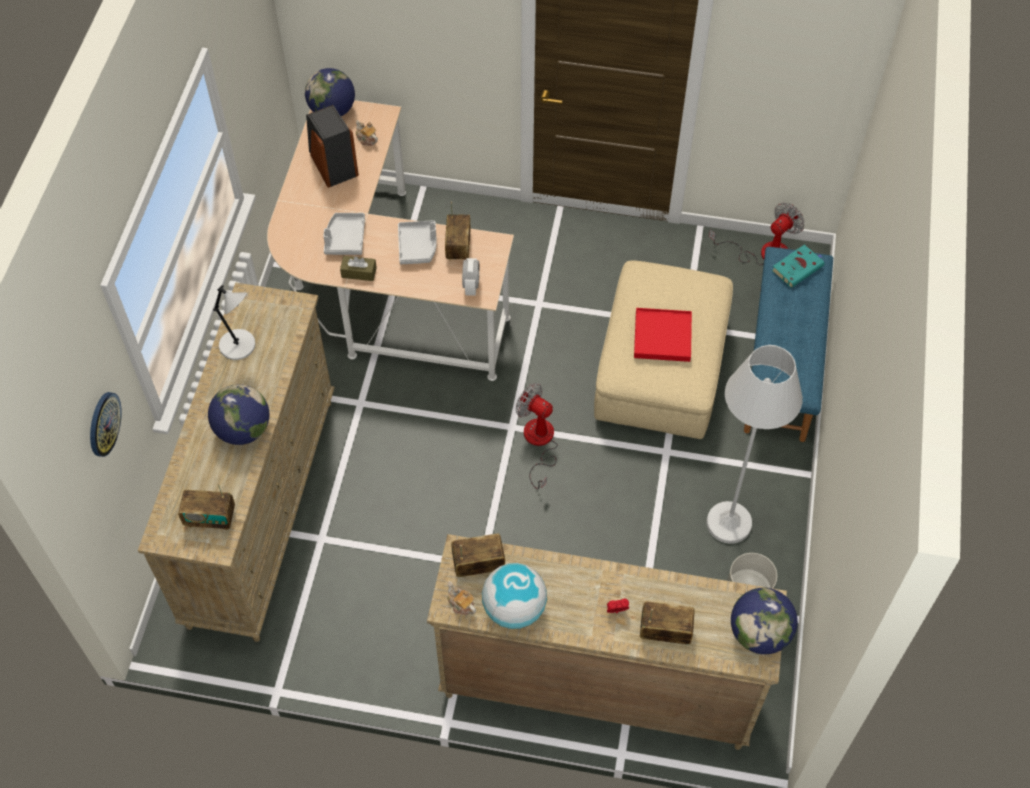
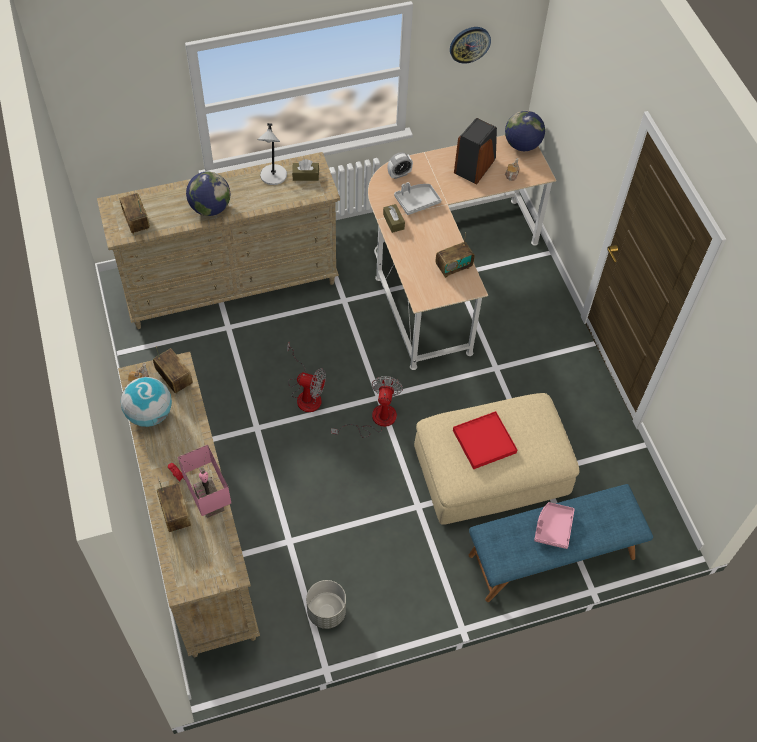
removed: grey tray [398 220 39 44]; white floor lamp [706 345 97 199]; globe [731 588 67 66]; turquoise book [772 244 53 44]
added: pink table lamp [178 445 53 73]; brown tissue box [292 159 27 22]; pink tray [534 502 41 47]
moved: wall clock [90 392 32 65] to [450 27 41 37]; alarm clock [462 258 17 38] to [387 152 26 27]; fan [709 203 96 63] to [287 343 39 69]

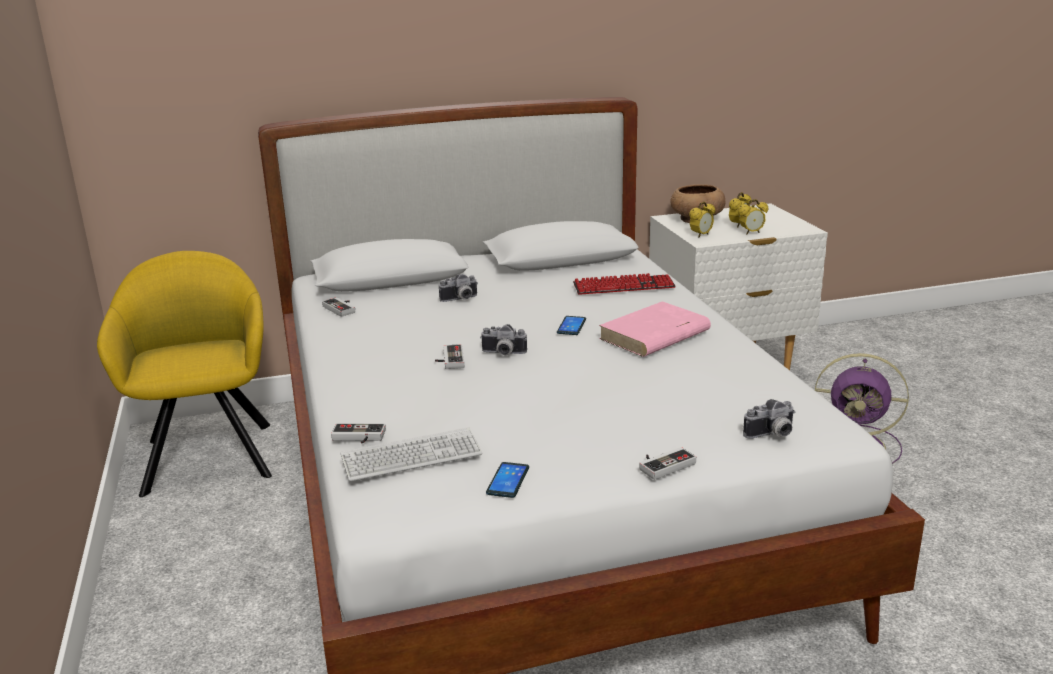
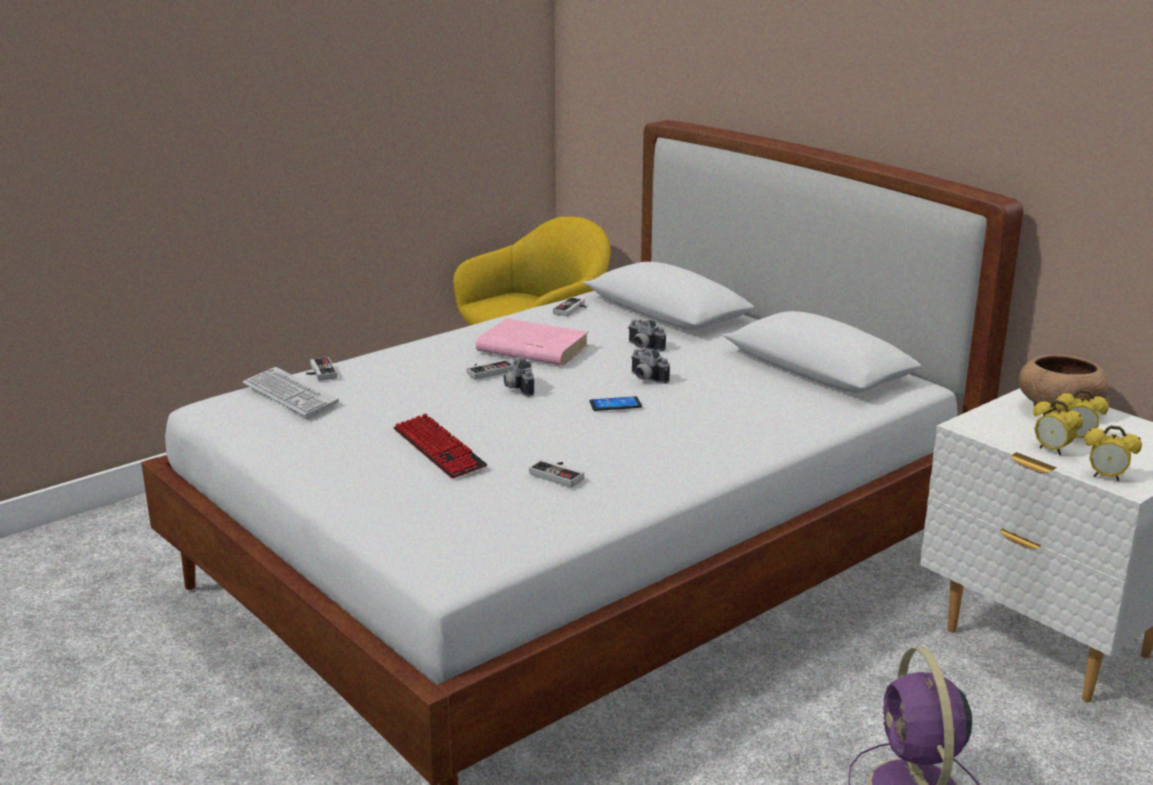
removed: phone [486 462 43 36]
moved: keyboard [573 273 103 22] to [393 413 94 65]; pink book [599 301 112 56] to [476 318 113 48]; game controller [639 447 57 33] to [529 459 55 29]; alarm clock [689 201 26 37] to [1085 425 57 56]; photo camera [743 399 52 40] to [631 349 39 35]

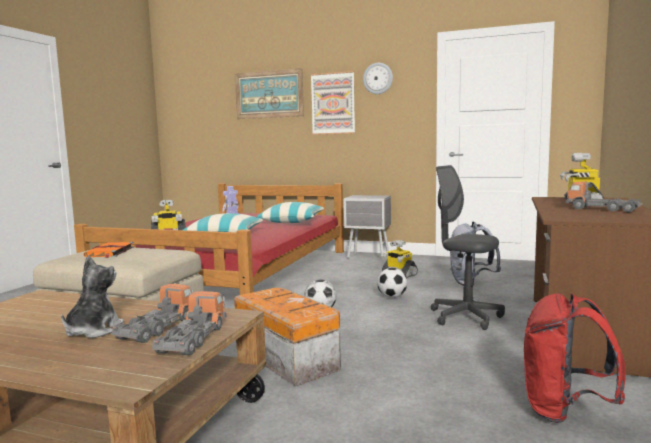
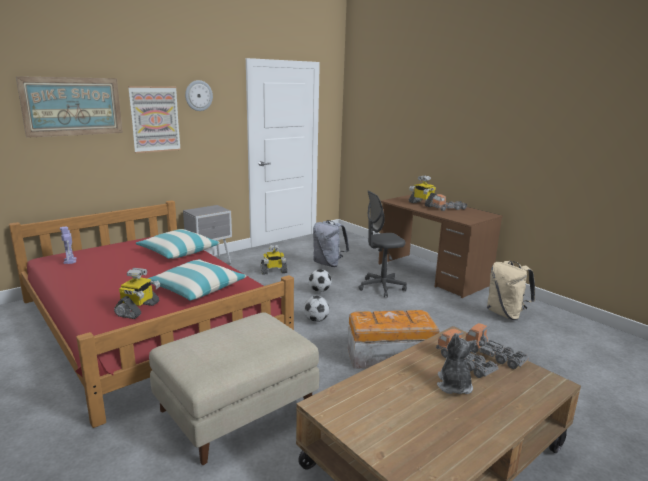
removed: orange book [83 242 51 16]
recoloured: red backpack [524 294 102 129] to beige backpack [487 261 48 59]
turned: plush toy [61 256 63 82] = [437 333 40 61] 45 degrees clockwise

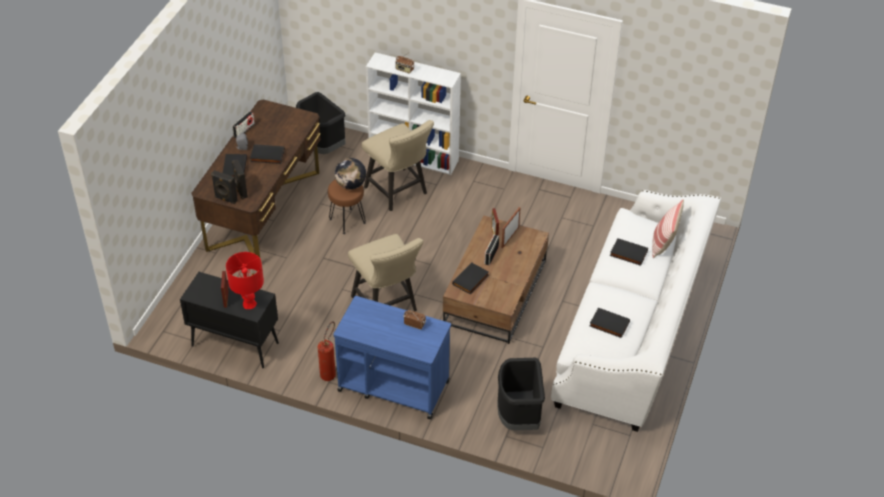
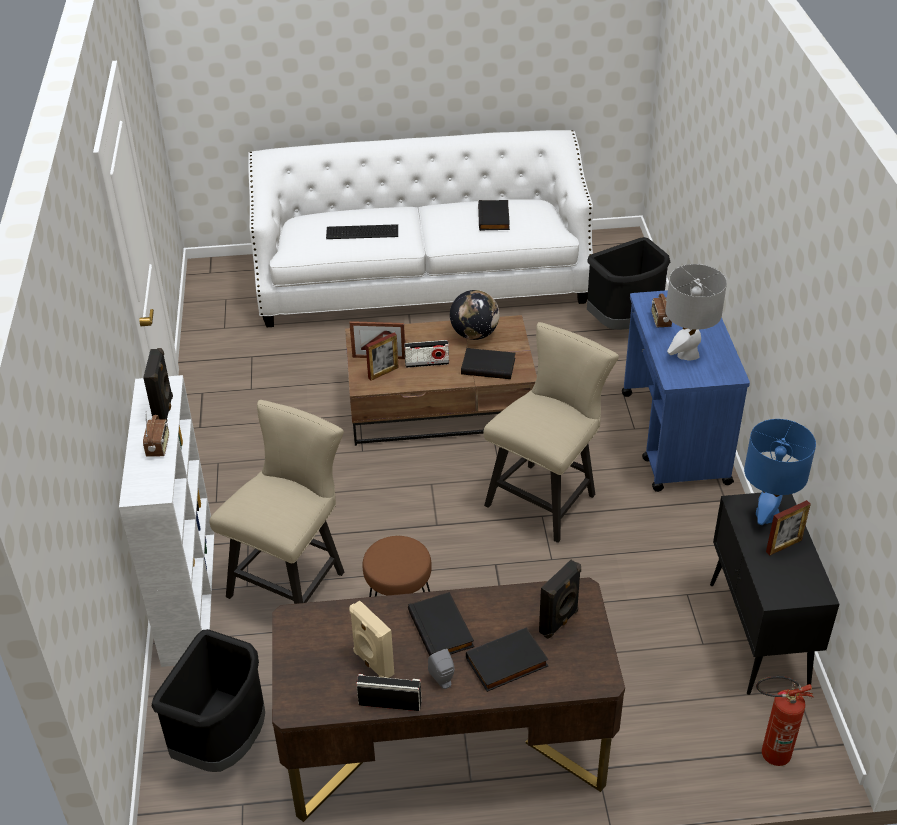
removed: pillow [652 199 32 59]
added: beige speaker [349 600 45 78]; grey table lamp [665 264 62 97]
moved: black speaker [211 170 27 34] to [143 348 30 73]; fire extinguisher [318 321 18 60] to [756 676 57 90]; globe [335 158 31 32] to [450 290 49 50]
replaced: black book [610 238 38 28] to keyboard [326 224 72 15]
recoloured: red table lamp [226 252 38 57] to blue table lamp [744 419 72 106]

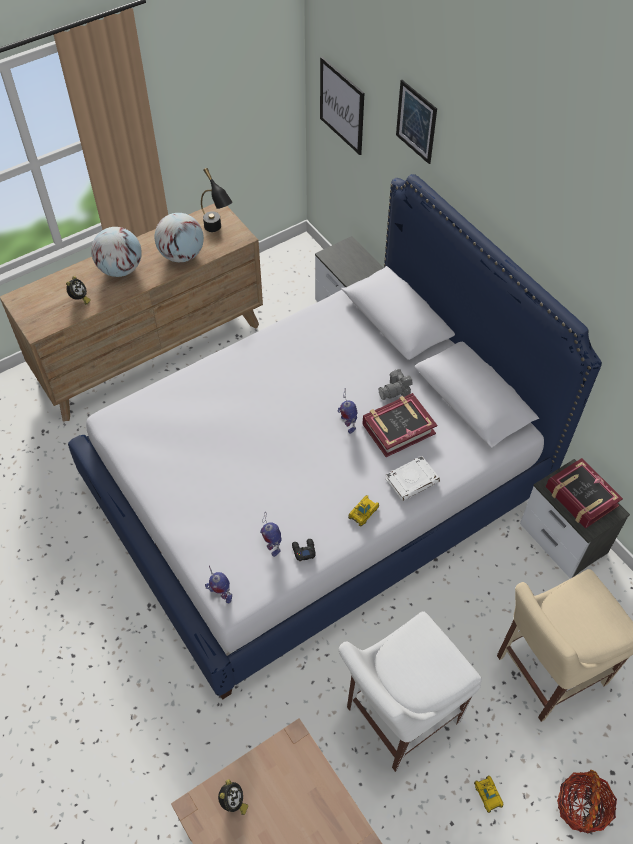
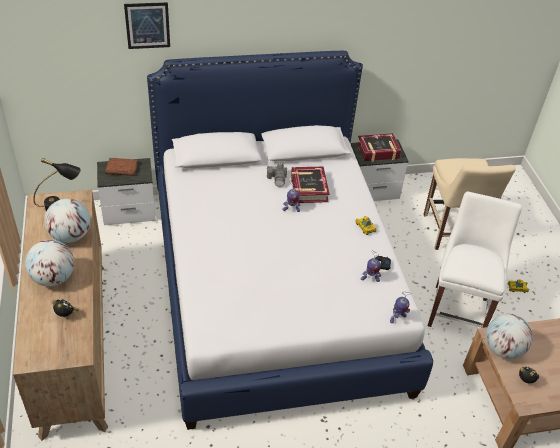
removed: picture [320 57 44 98]; white book [385 456 55 45]; basket [557 770 60 63]
added: brown book [105 158 33 18]; globe [486 314 47 45]
turned: white chair [339 611 143 161] = [428 191 94 137] 150 degrees counterclockwise

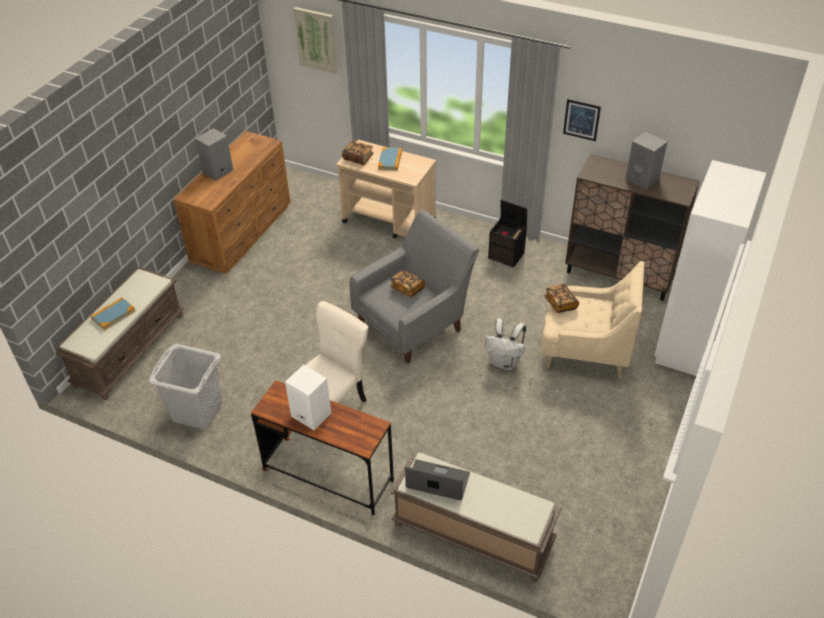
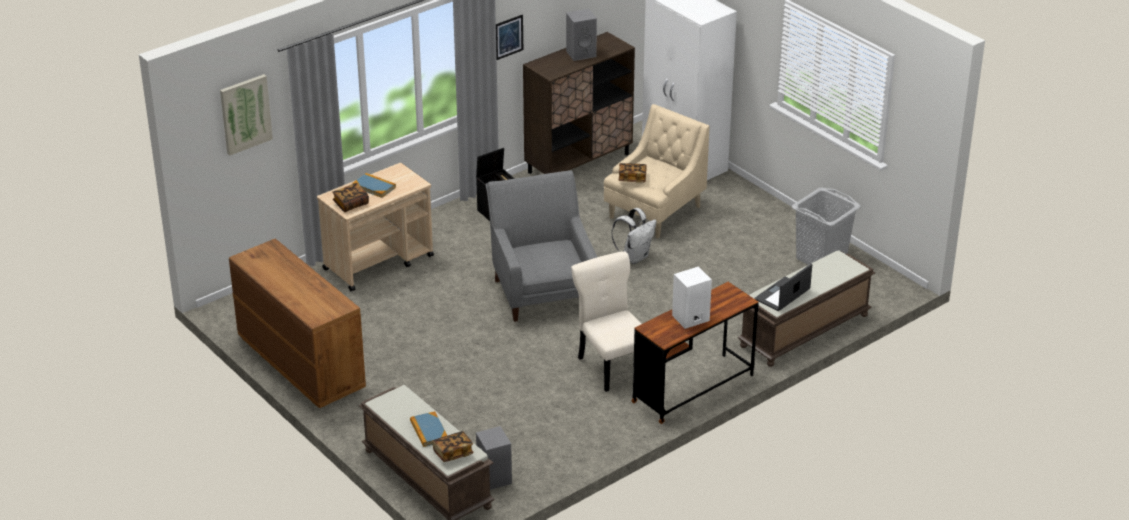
moved: grey laundry basket [149 344 73 85] to [792 188 69 77]; grey speaker [195 128 38 53] to [476 426 36 64]; book [390 270 35 28] to [432 431 42 31]

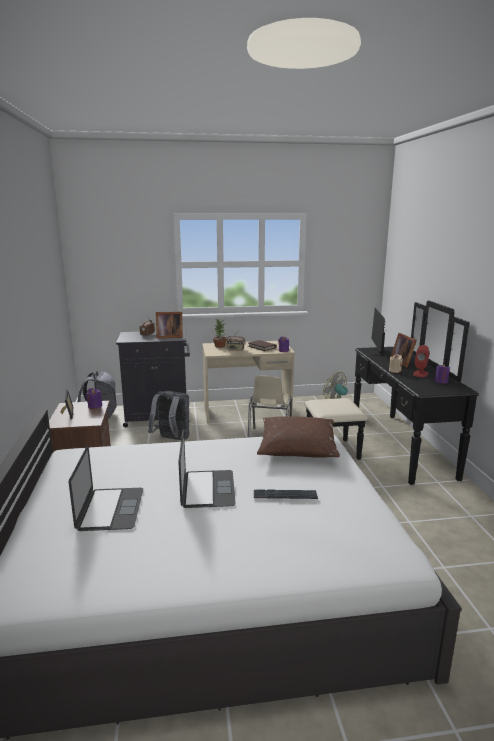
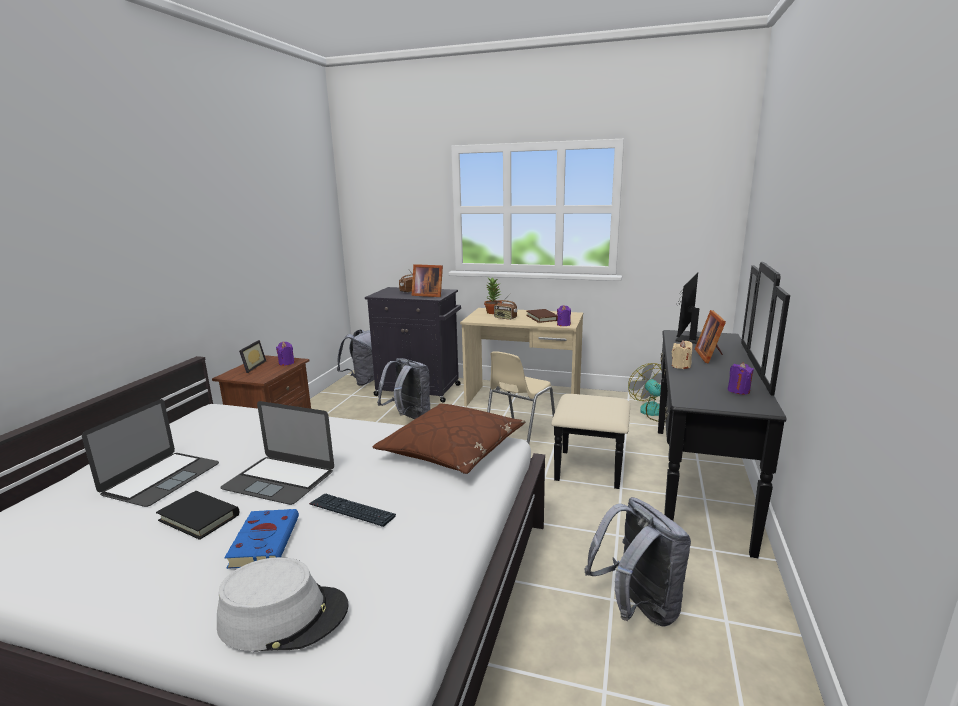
removed: red speaker [413 345 16 32]
added: black book [156 491 83 49]; grey hat [217 557 132 94]; blue book [224 509 75 60]; grey backpack [585 497 106 130]
turned: laptop [178 430 58 78] = [221 401 113 104] 90 degrees clockwise

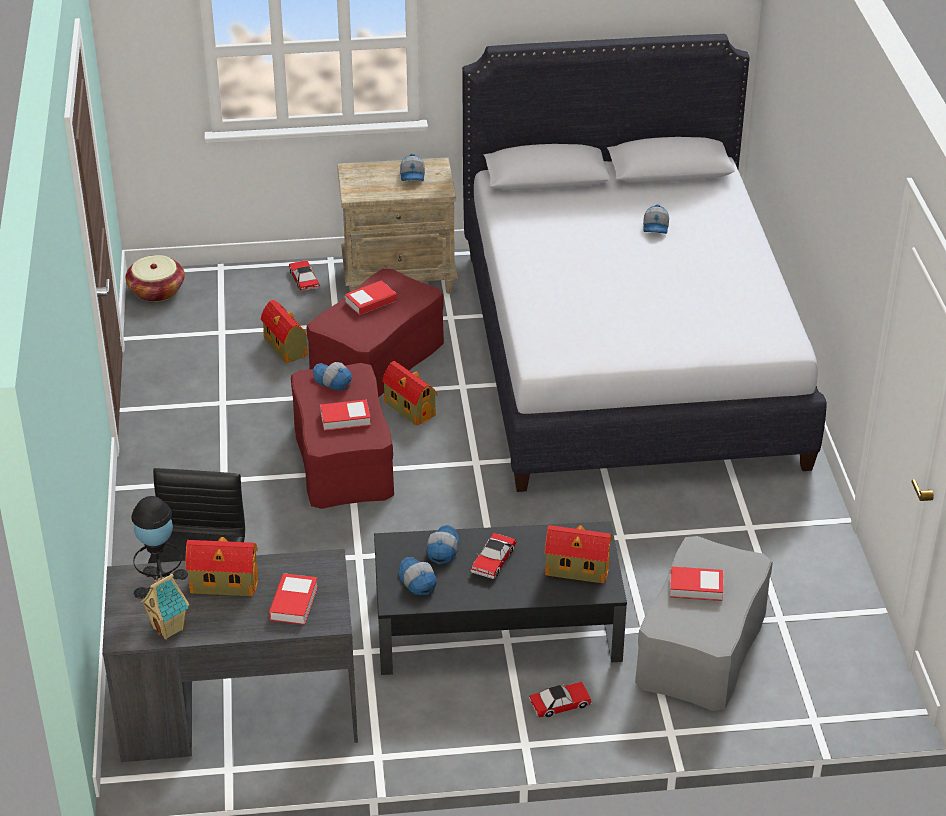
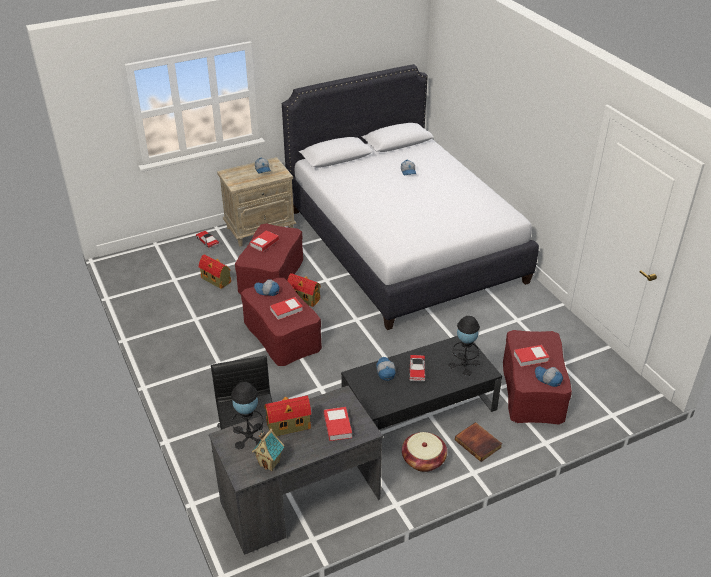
moved: basket [125 255 60 47] to [402 432 45 40]; cap [398 557 39 38] to [535 366 28 21]
replaced: toy car [529 682 64 35] to book [455 422 47 40]; toy house [545 525 67 59] to black table lamp [448 316 32 60]
recoloured: grey ottoman [635 536 137 175] to red ottoman [503 330 69 95]

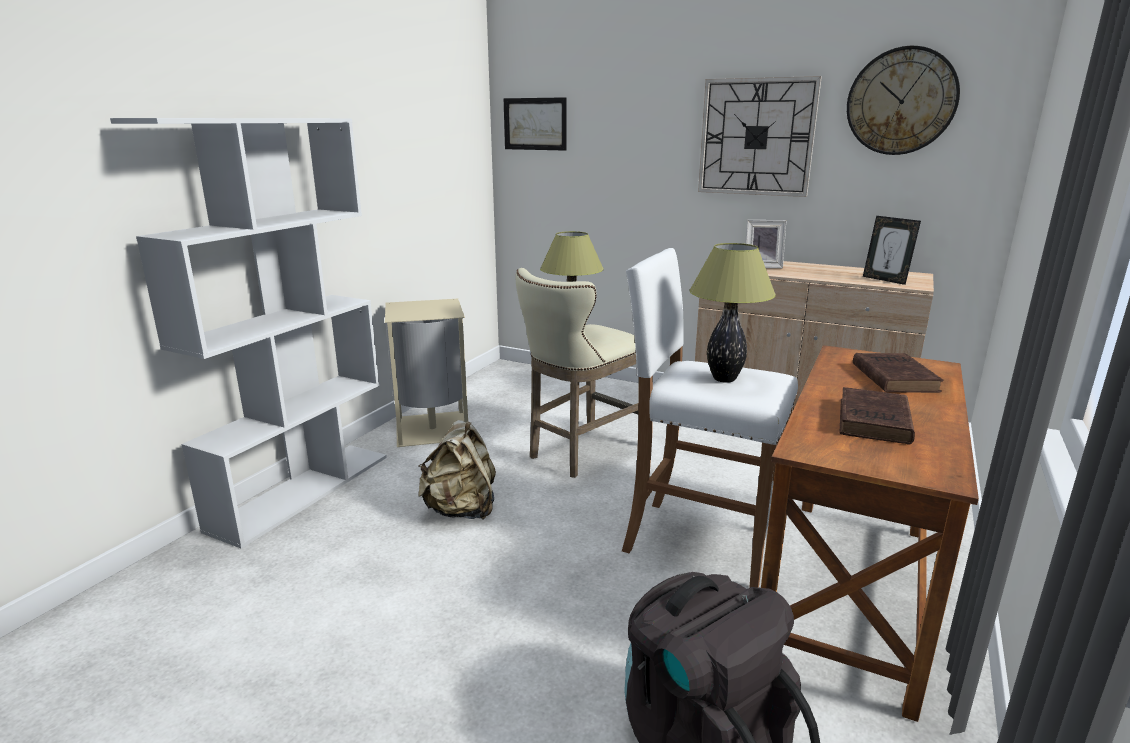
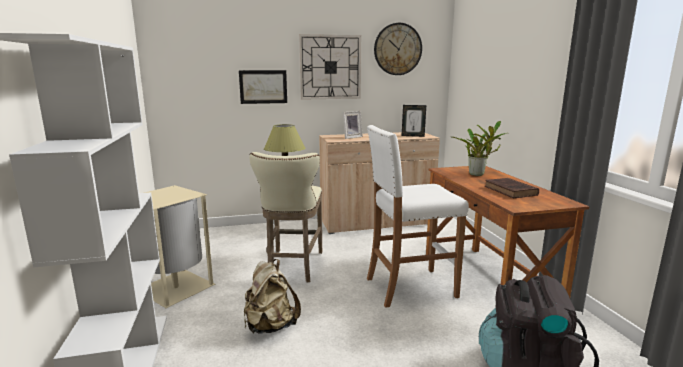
removed: table lamp [689 243 87 140]
moved: picture [503 97 63 54] to [239 70 48 34]
replaced: brown book [853 353 91 40] to potted plant [452 121 55 55]

